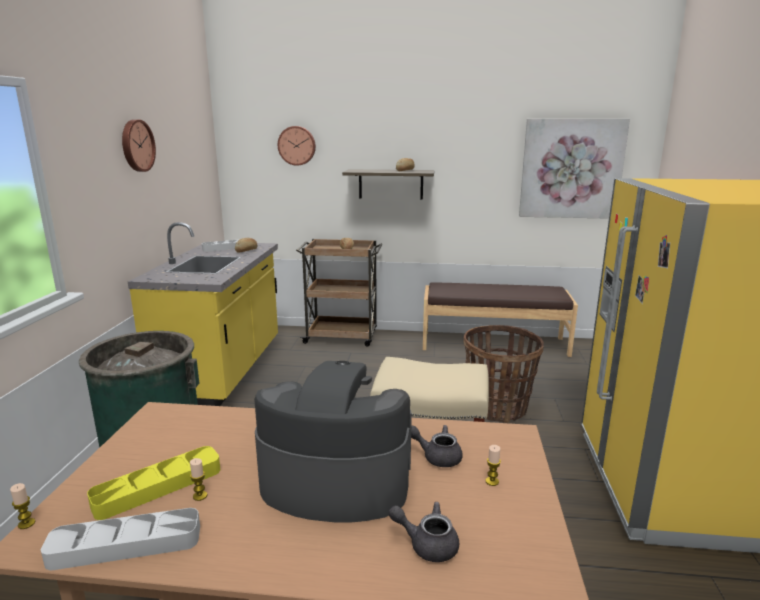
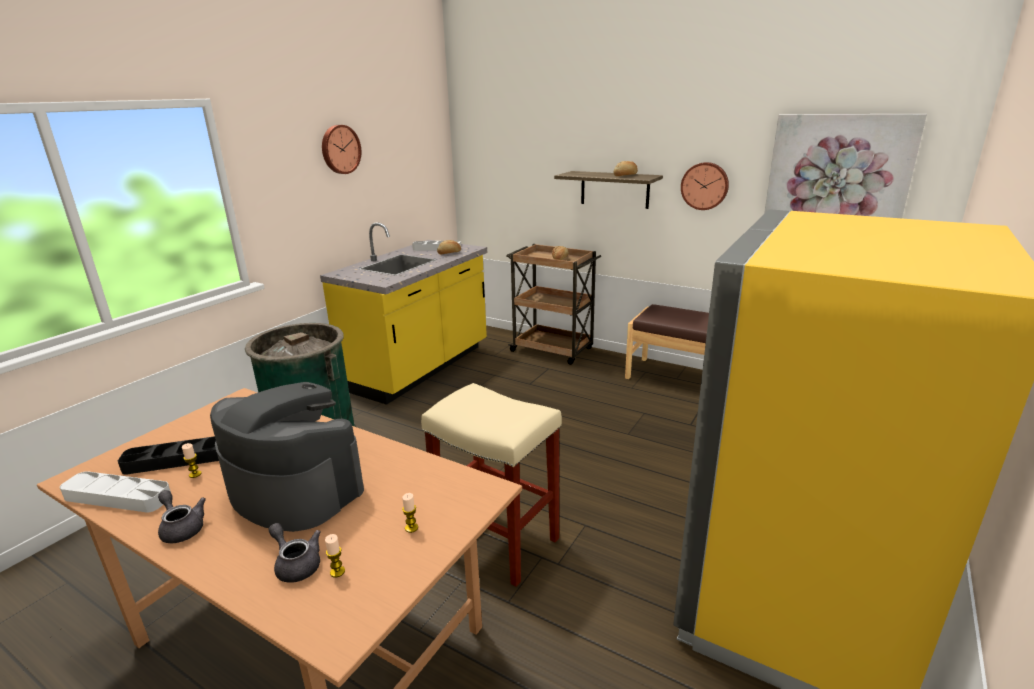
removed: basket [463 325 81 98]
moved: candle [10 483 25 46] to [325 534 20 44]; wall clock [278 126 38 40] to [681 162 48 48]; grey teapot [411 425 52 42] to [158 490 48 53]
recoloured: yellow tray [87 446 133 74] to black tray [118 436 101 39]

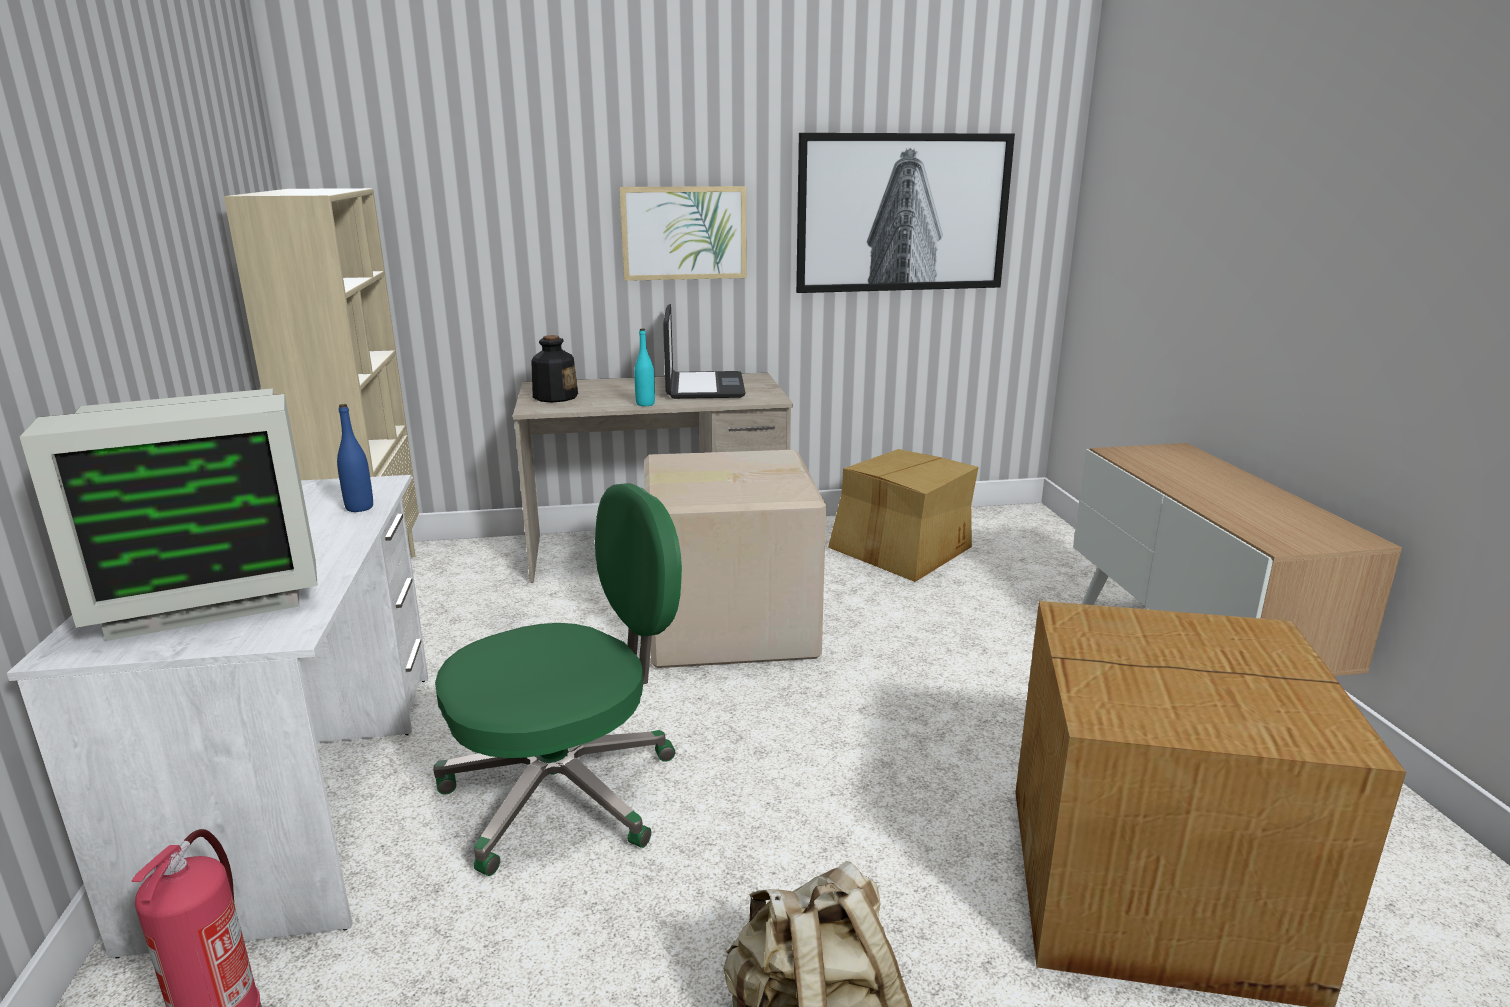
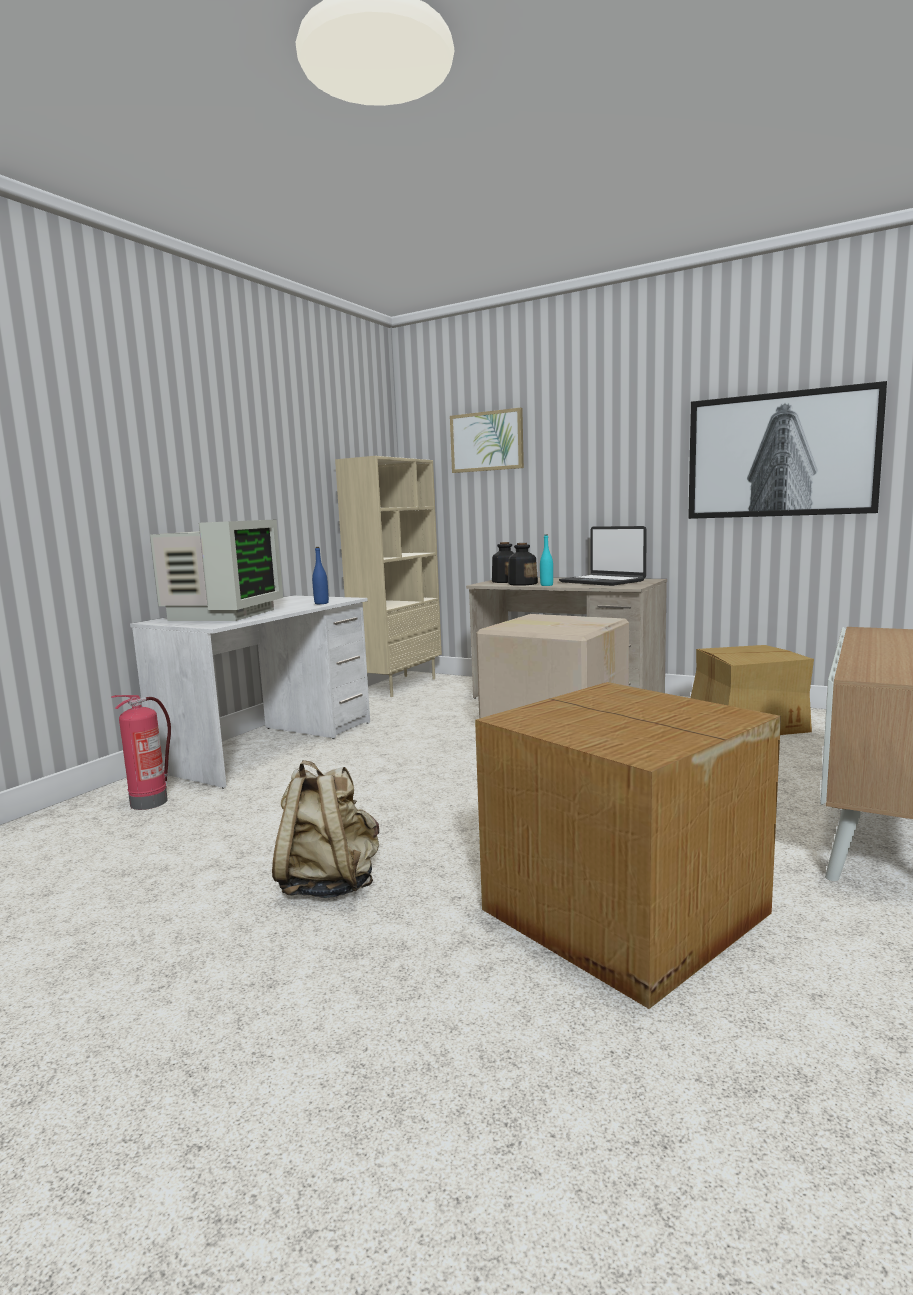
removed: green office chair [433 483 249 393]
added: bottle [508 543 30 43]
moved: picture [619 186 128 95] to [450 408 74 65]
turned: monitor [20 388 298 253] = [150 519 133 102] 90 degrees counterclockwise; laptop [663 304 82 95] = [559 526 88 60] 105 degrees clockwise

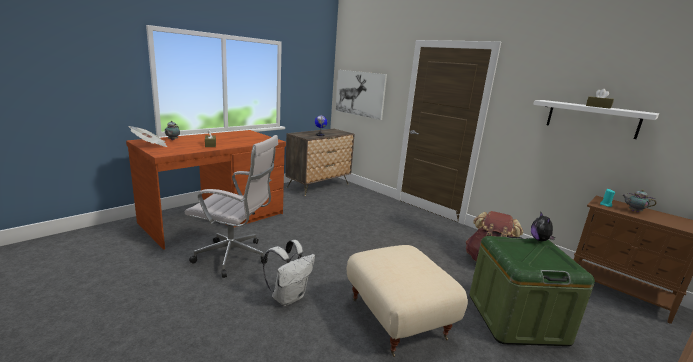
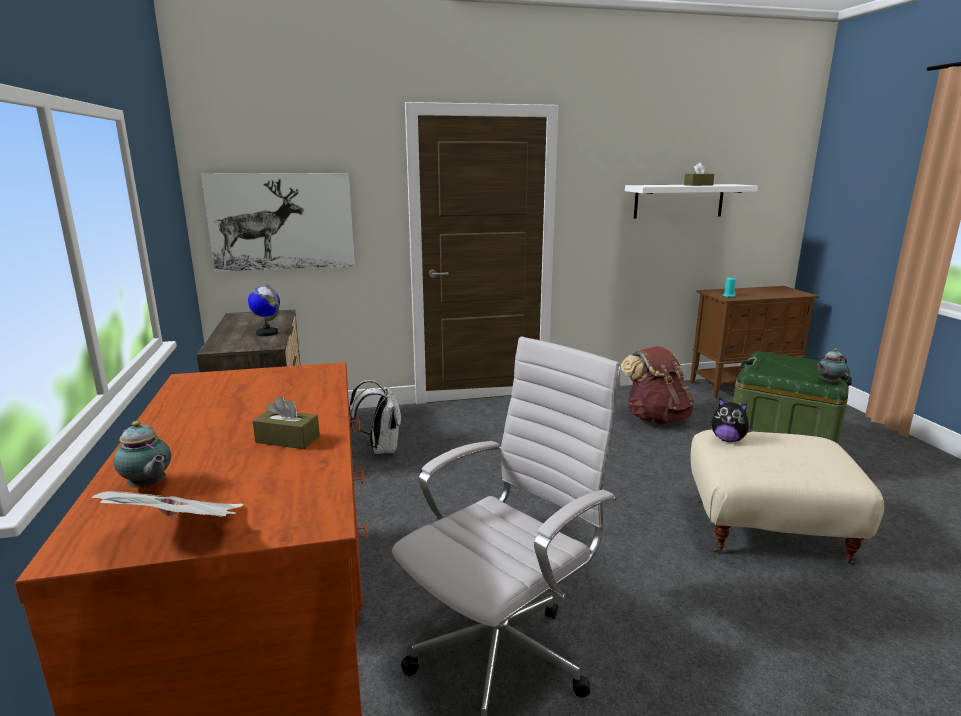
moved: white backpack [263 240 52 66] to [349 380 53 74]; plush toy [531 213 24 28] to [712 398 41 44]; teapot [623 190 33 22] to [817 349 30 34]

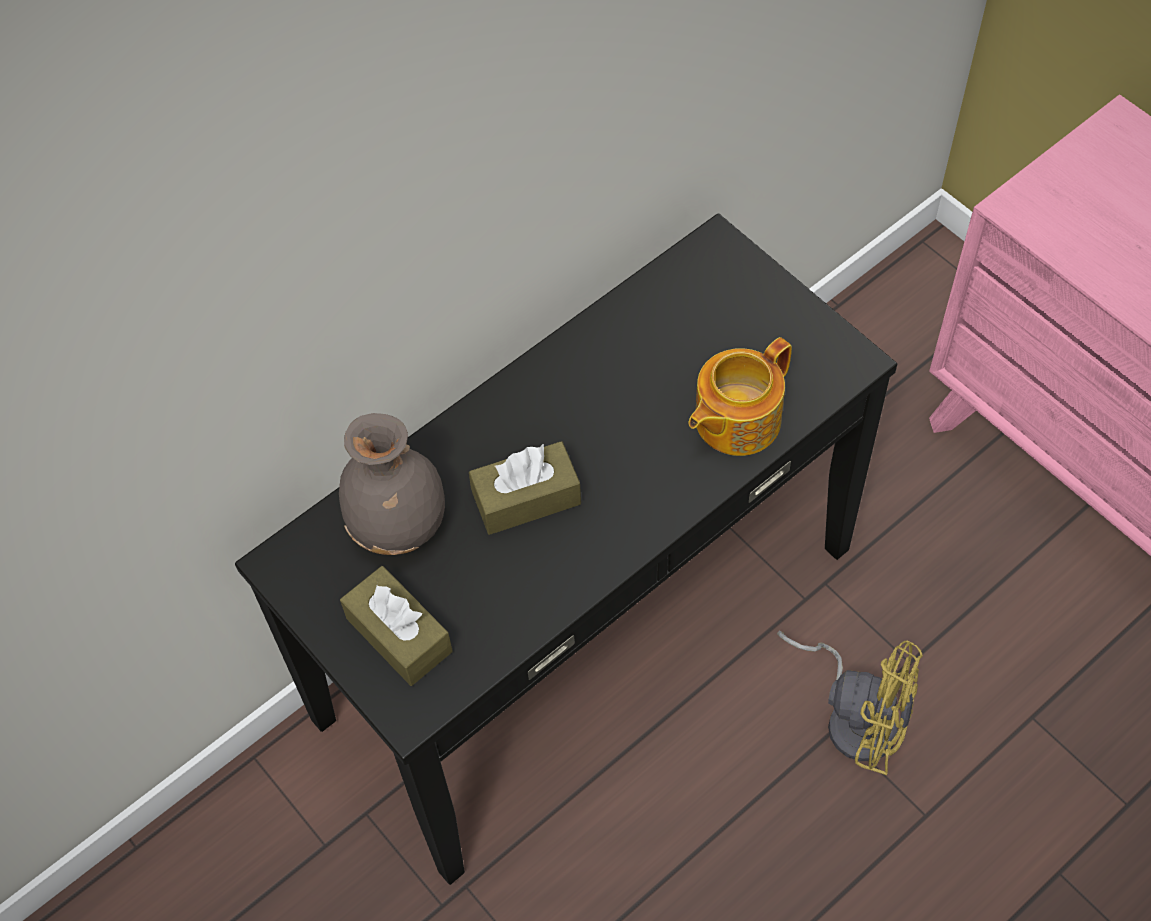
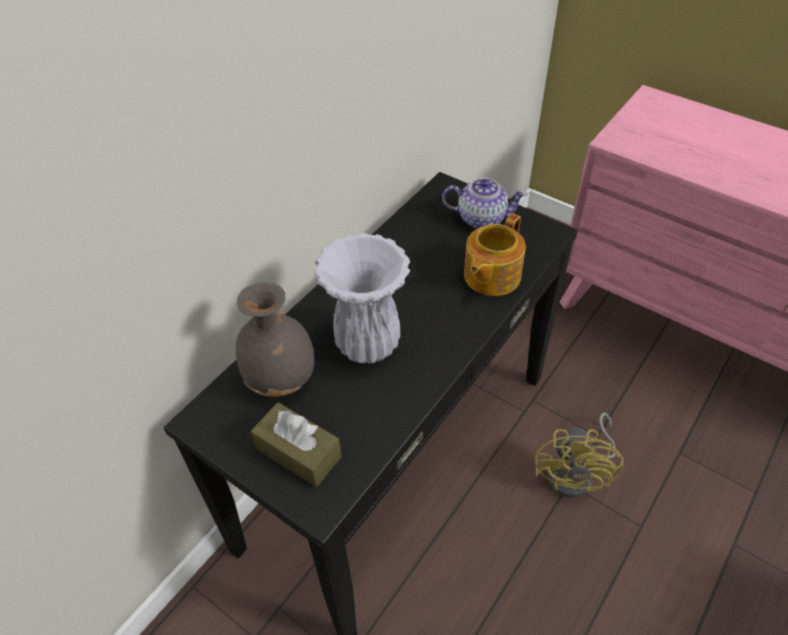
added: teapot [442 178 86 51]
replaced: brown tissue box [469 441 112 94] to white vase [314 233 96 130]
turned: yellow fan [777 631 146 144] = [535 413 89 85] 90 degrees clockwise

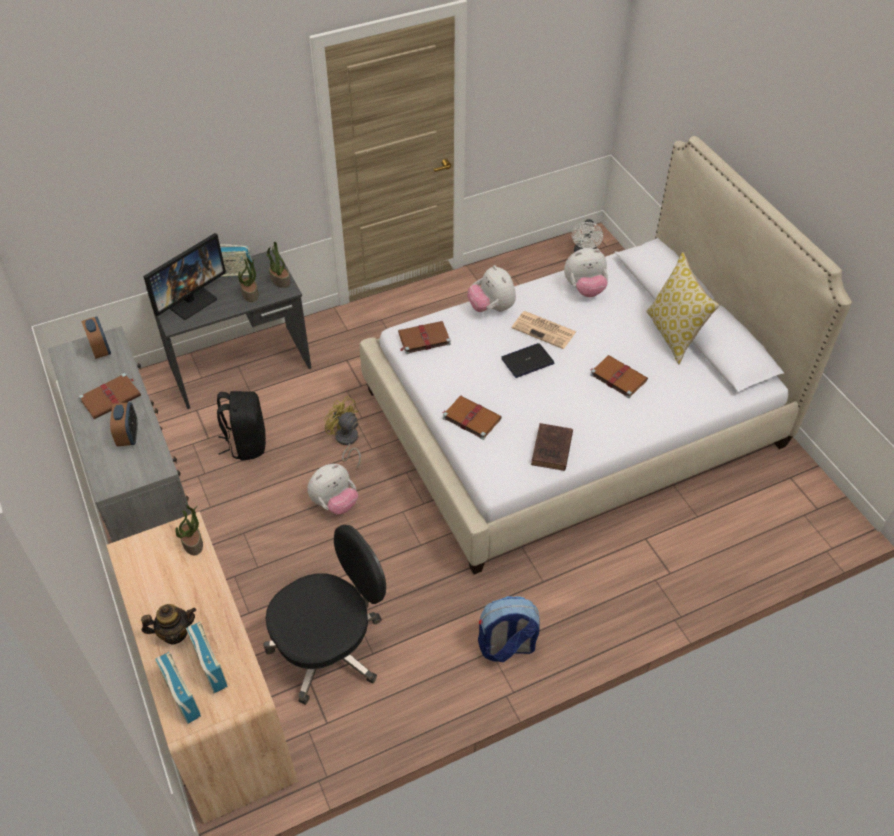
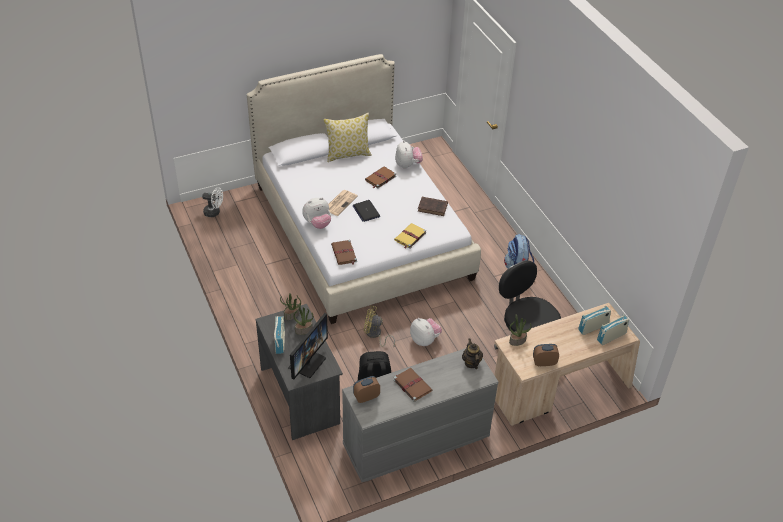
moved: alarm clock [110 402 28 44] to [533 344 26 22]; teapot [141 604 55 41] to [462 338 21 31]; plush toy [564 248 44 49] to [395 140 28 29]
recoloured: brown book [442 396 60 44] to yellow book [394 223 32 26]
turned: monitor [143 233 83 87] = [288 313 40 67] 75 degrees clockwise; yellow fan [324 396 37 72] = [364 305 31 43] 60 degrees clockwise

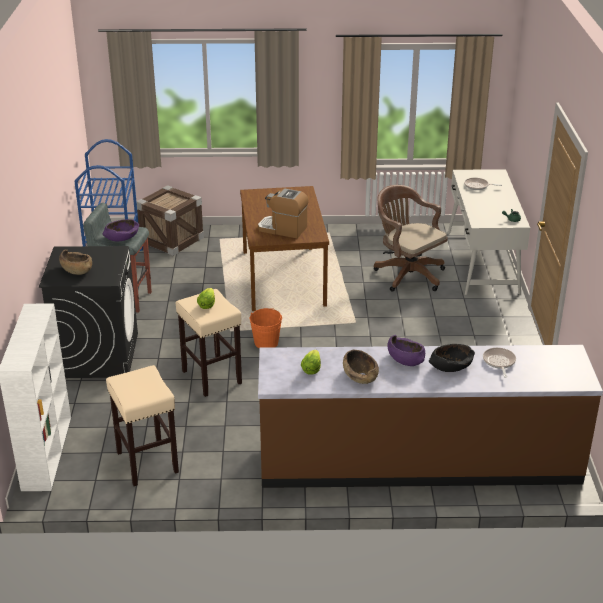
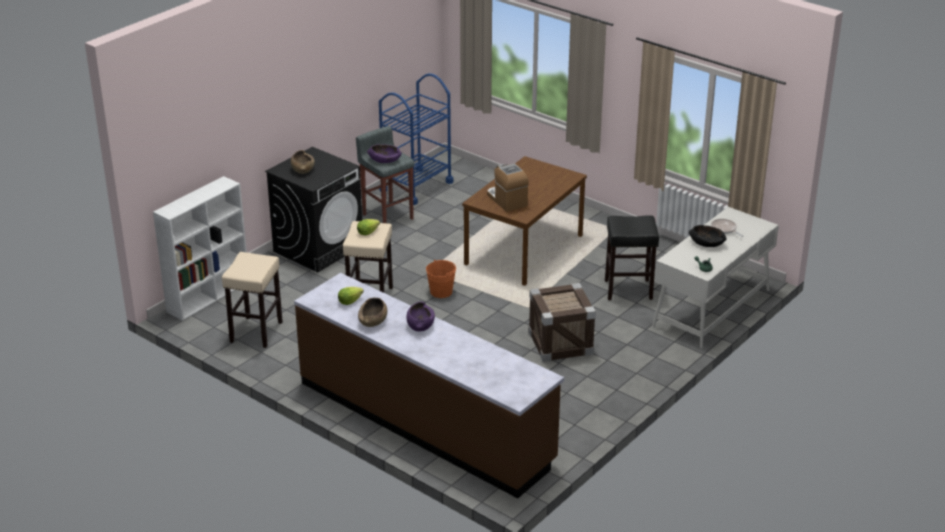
removed: frying pan [483 348 33 30]
moved: crate [136 185 68 71] to [528 283 68 79]; black bowl [429 344 46 28] to [689 225 38 22]
replaced: brown office chair [374 185 74 107] to black stool [605 215 54 85]

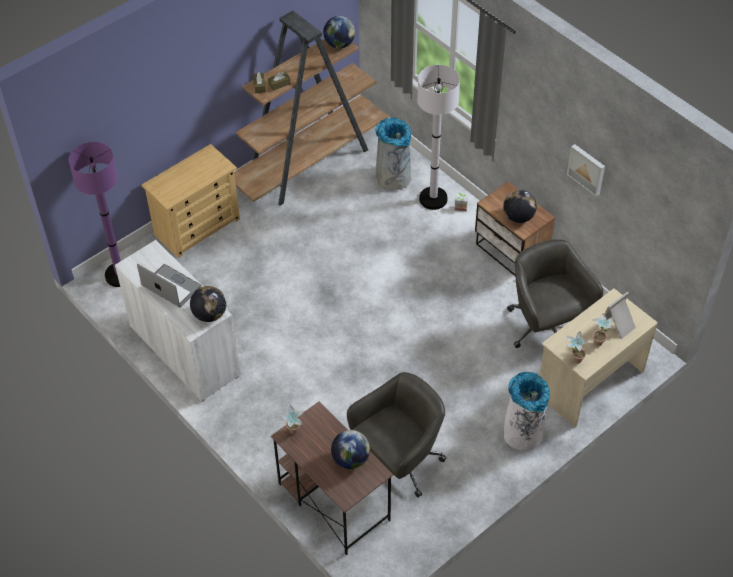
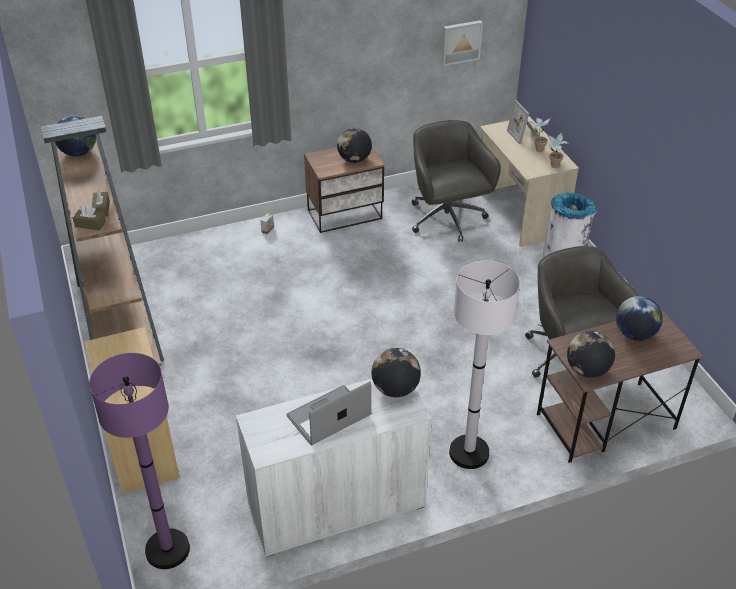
removed: grey trash can [375 118 36 72]
moved: white floor lamp [417 65 43 145] to [449 261 71 208]; picture [567 144 38 53] to [442 20 41 46]
replaced: potted plant [281 405 23 29] to globe [567 331 48 47]
turned: grey office chair [507 239 96 109] = [412 120 89 122] 75 degrees clockwise

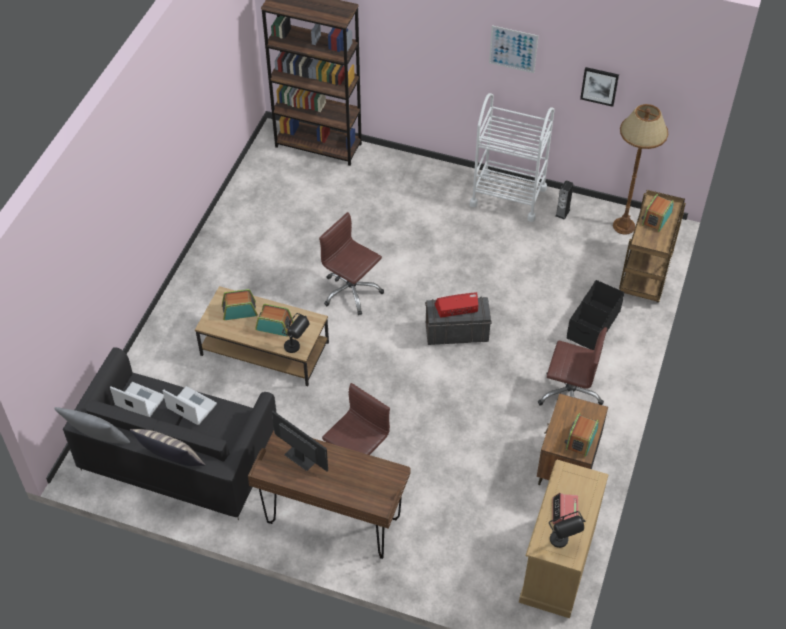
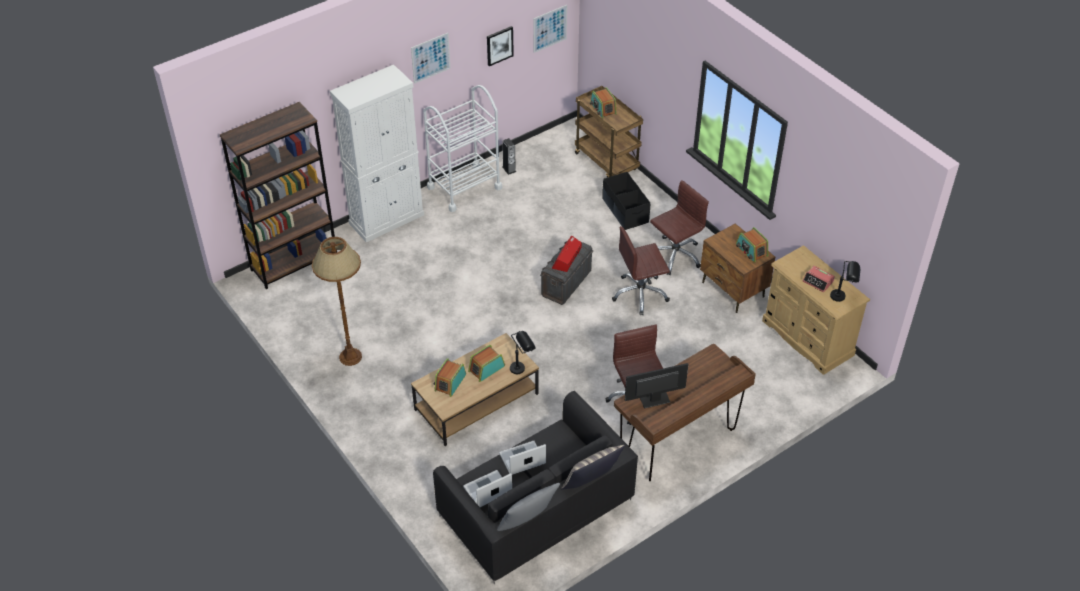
added: white cabinet [330 65 94 177]; picture [533 5 34 48]
moved: brown office chair [319 212 65 103] to [612 226 58 89]; brown floor lamp [613 104 55 130] to [312 237 50 129]

